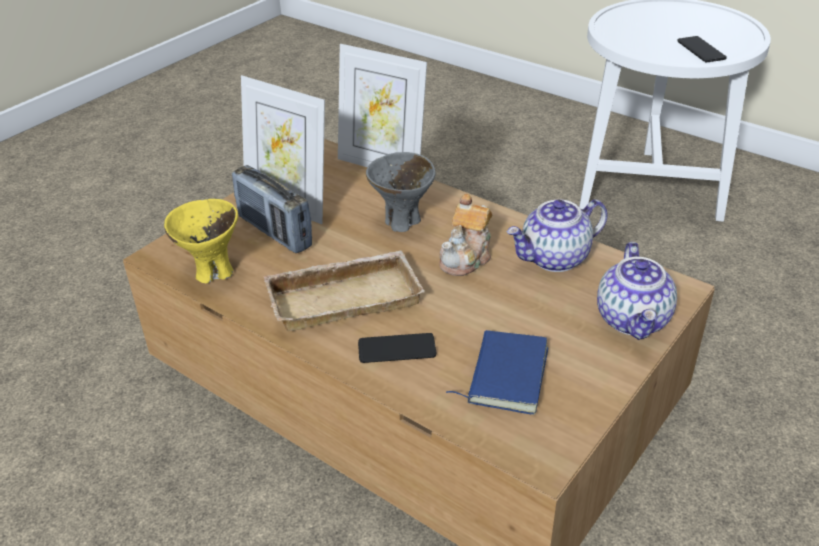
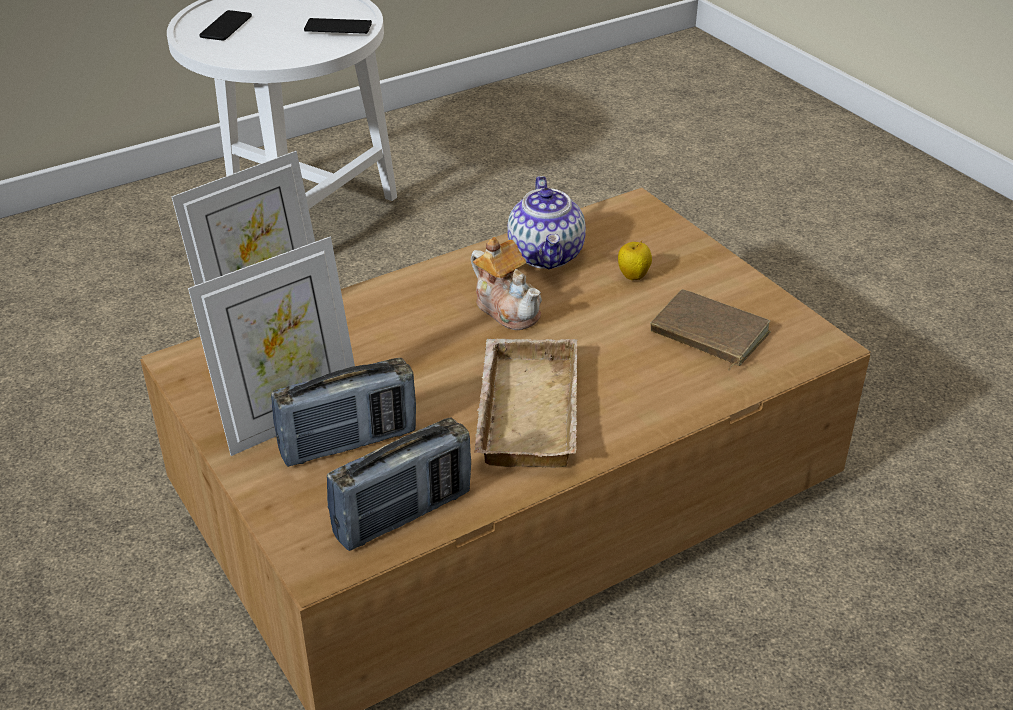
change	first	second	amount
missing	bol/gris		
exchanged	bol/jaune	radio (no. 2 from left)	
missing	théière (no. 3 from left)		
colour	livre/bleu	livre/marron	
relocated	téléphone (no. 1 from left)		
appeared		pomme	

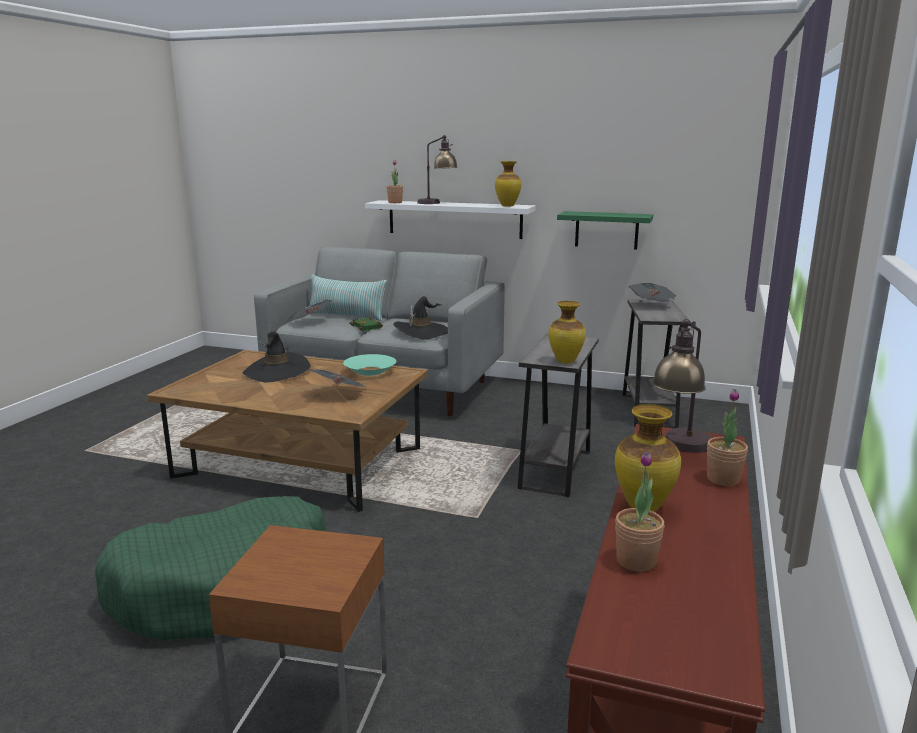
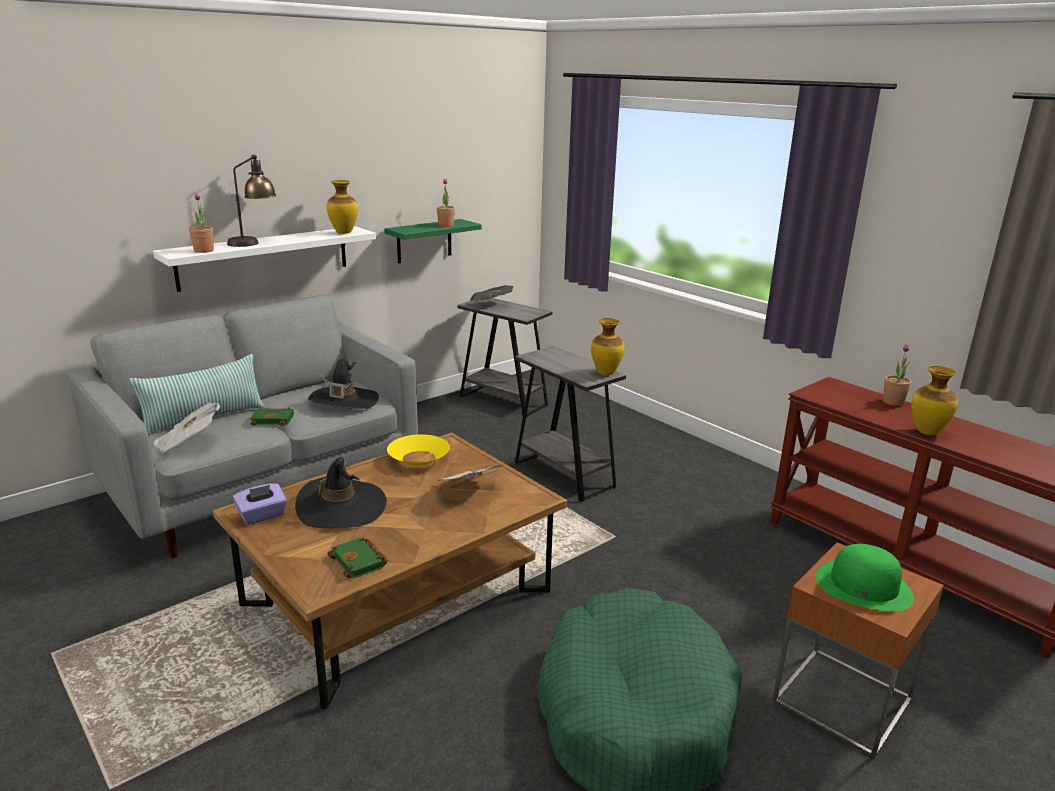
change	first	second	amount
missing	lampe de table (no. 2 from left)		
colour	bol/turquoise	bol/jaune	
relocated	plante en pot (no. 2 from left)		
appeared		boîte à mouchoirs/violet	
appeared		livre/vert (no. 2 from left)	
appeared		chapeau/vert	

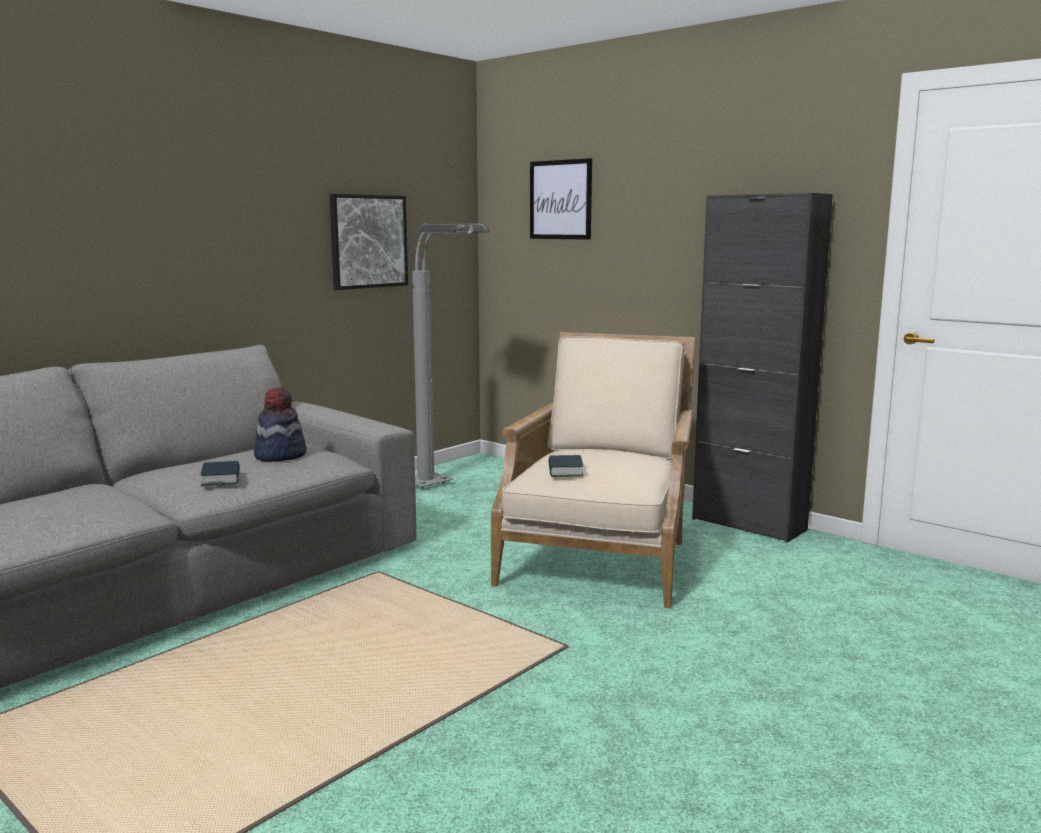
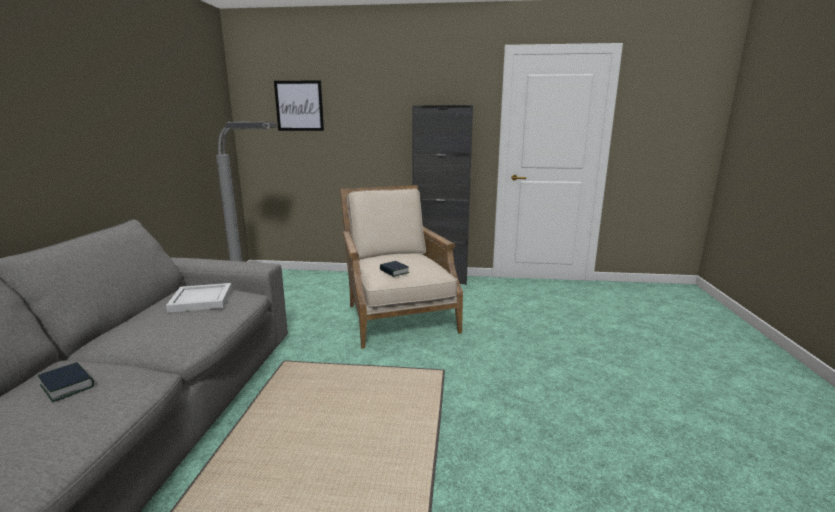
change	first	second	amount
missing	tableau (no. 1 from left)		
exchanged	chapeau	plateau/blanc	
relocated	livre (no. 1 from left)		

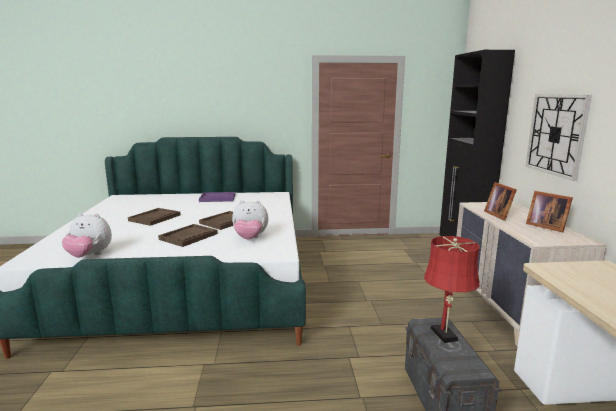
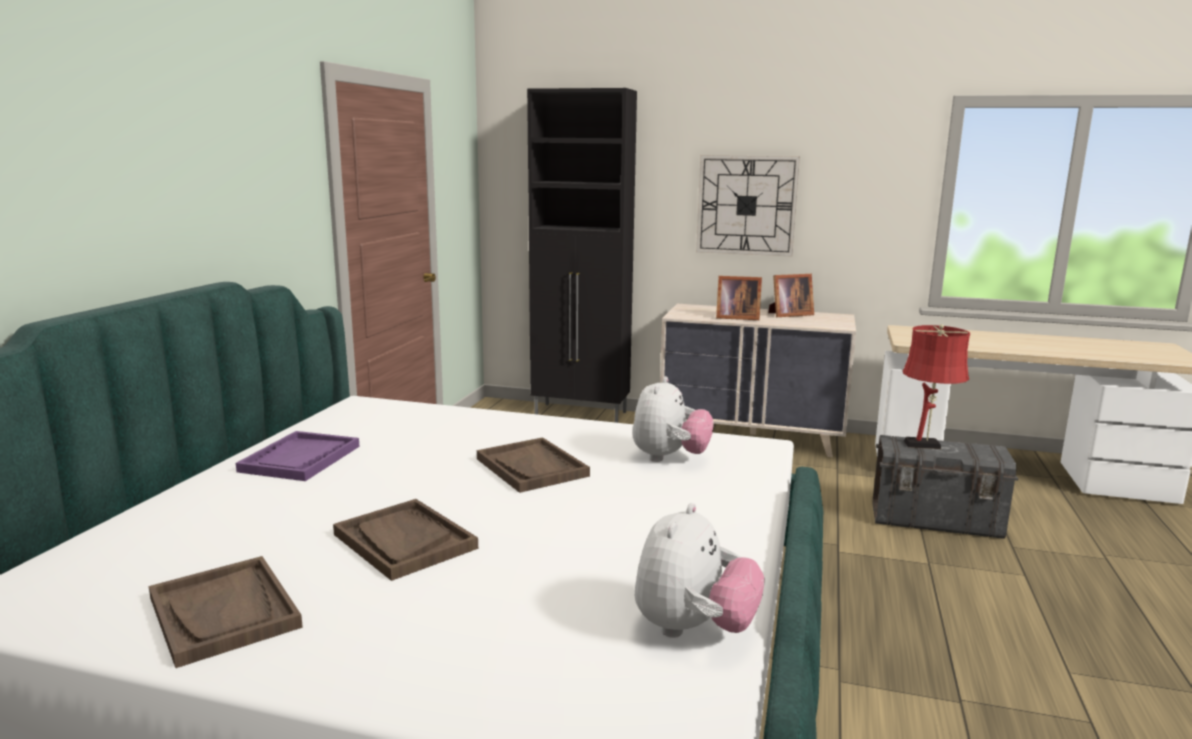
change	first	second	amount
relocated	plateau/marron (no. 2 from left in the first image)	plateau/marron (no. 1 from left)	

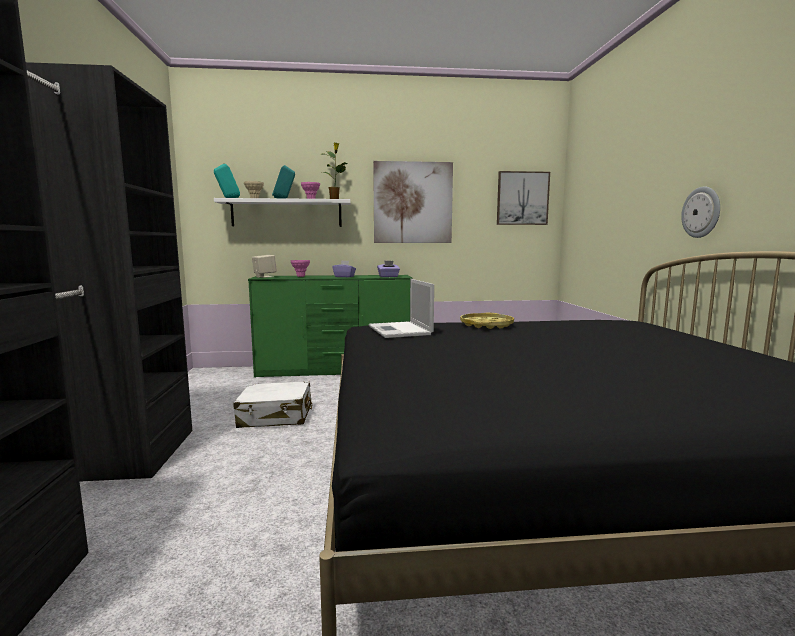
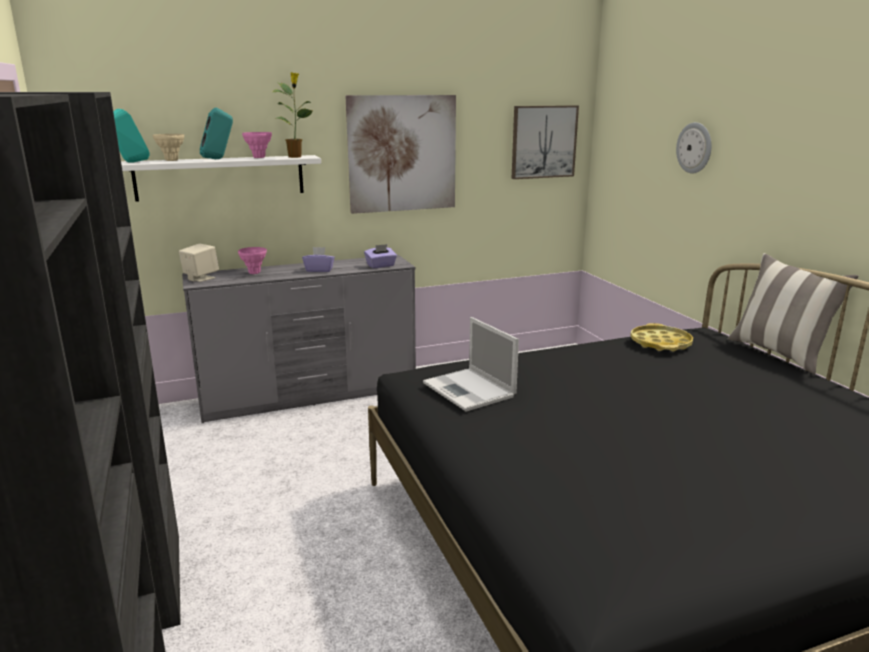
change	first	second	amount
relocated	horloge murale		
colour	commode/vert	commode/gris	
relocated	plateau/jaune		
missing	valise/blanc		
appeared		coussin	

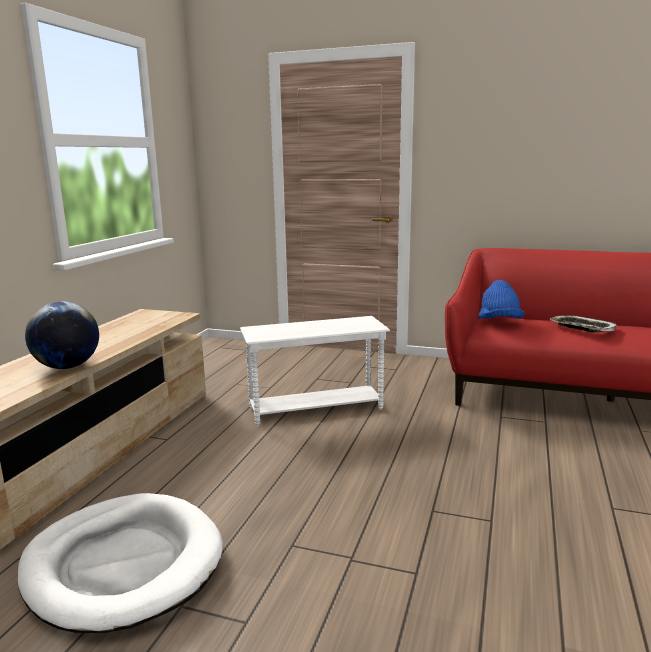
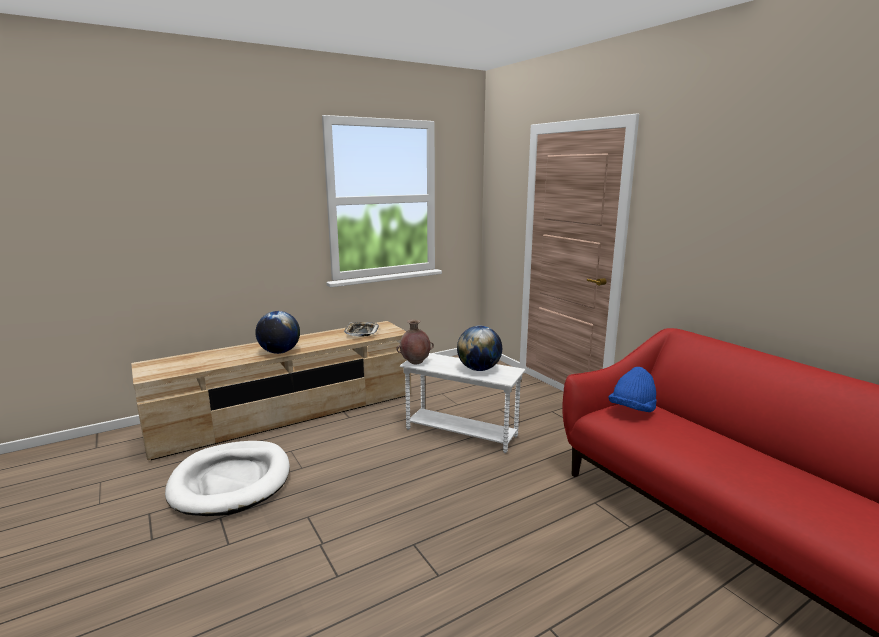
change	first	second	amount
relocated	plateau		
appeared		vase/marron	
appeared		globe (no. 2 from left)	

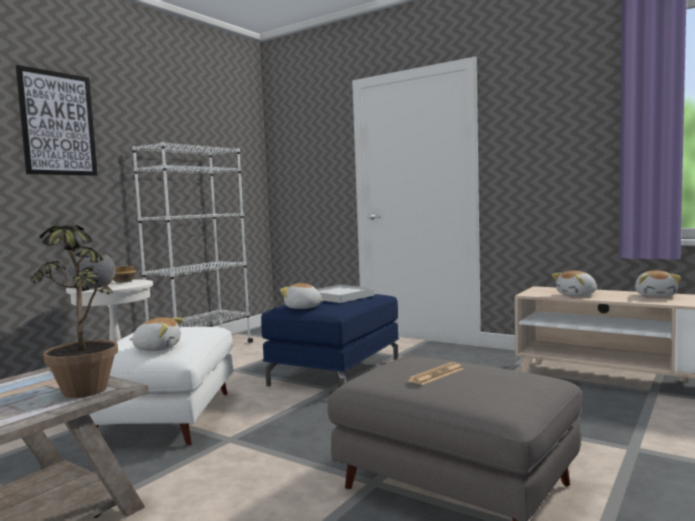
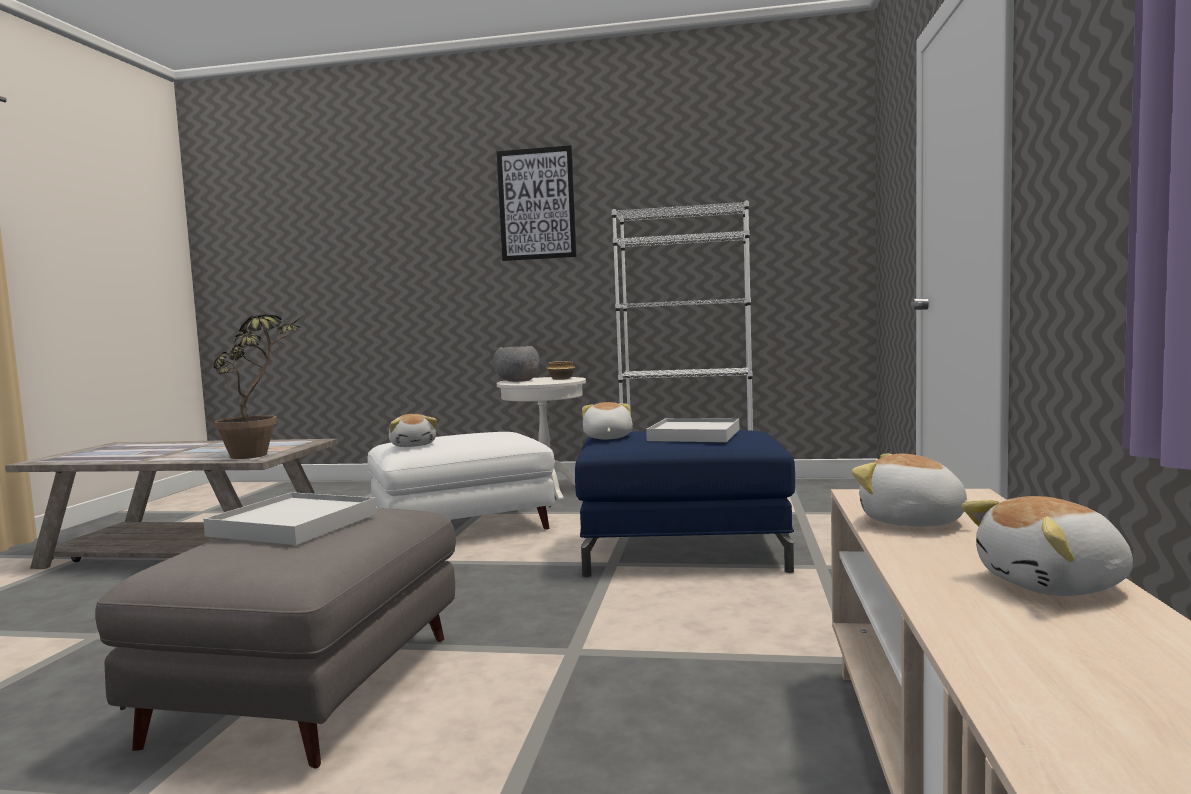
change	first	second	amount
exchanged	journal	plateau/blanc (no. 1 from left)	

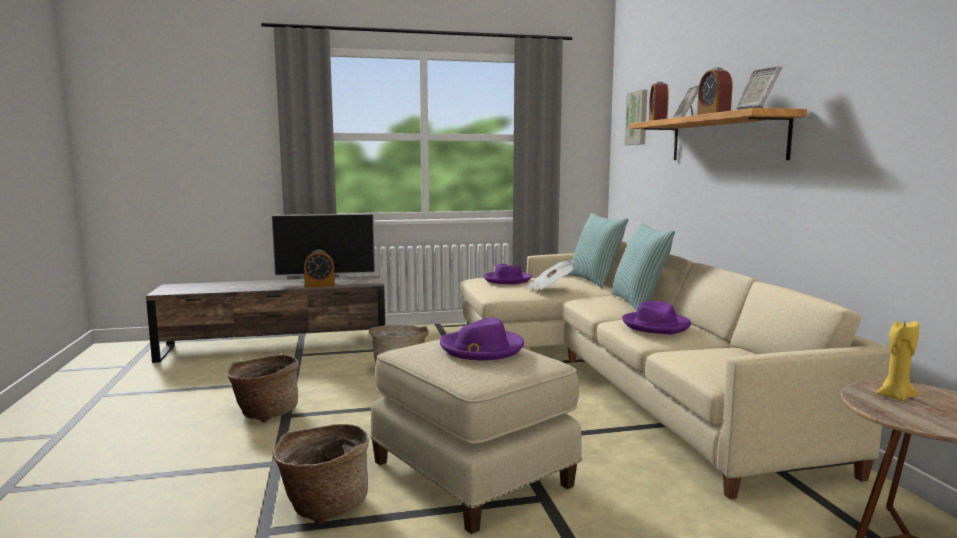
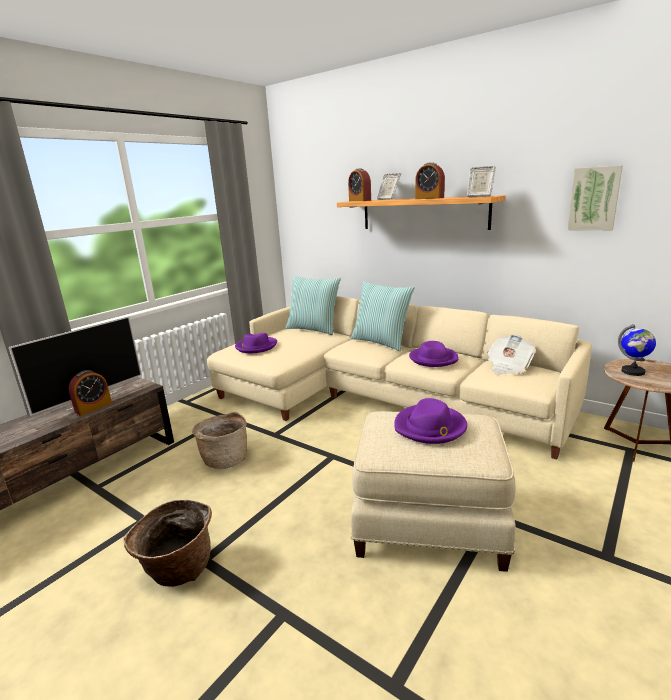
change	first	second	amount
relocated	tableau		
relocated	journal		
exchanged	bougie/jaune	globe	
missing	panier (no. 2 from left)		

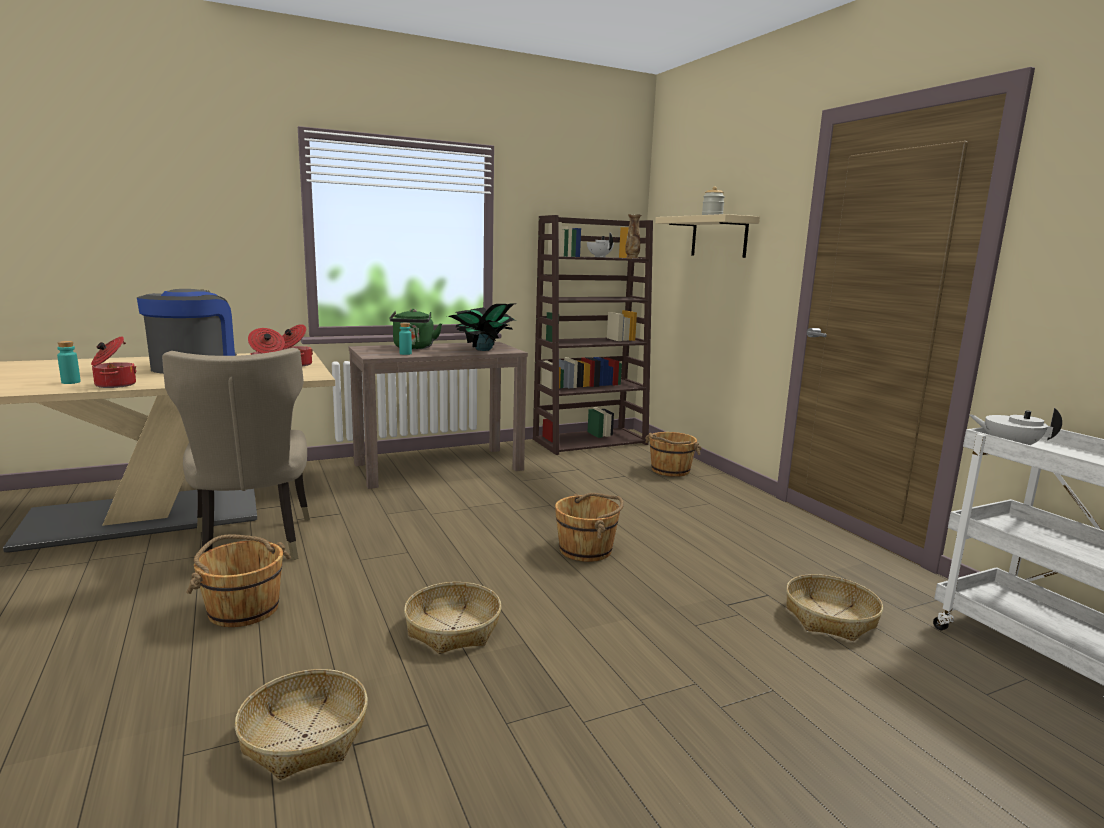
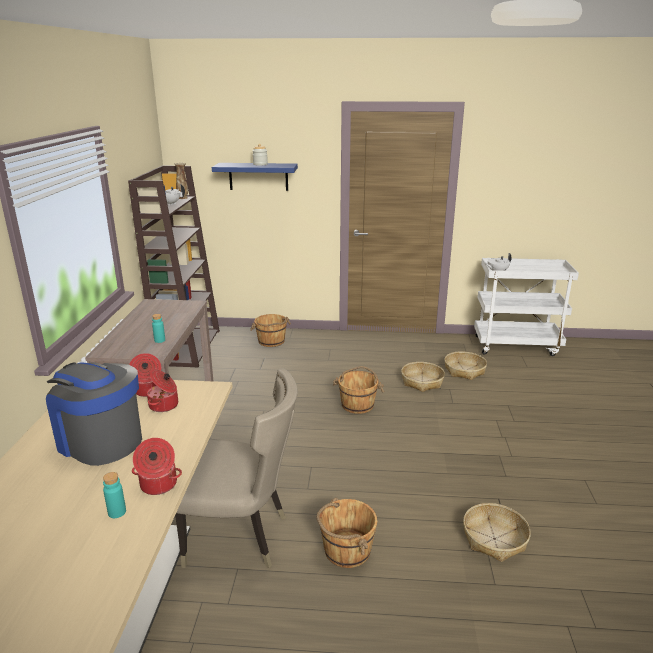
change	first	second	amount
colour	étagère/beige	étagère/bleu	
missing	plante en pot		
missing	bouilloire/vert		
relocated	panier (no. 2 from left in the first image)	panier (no. 1 from left)	

